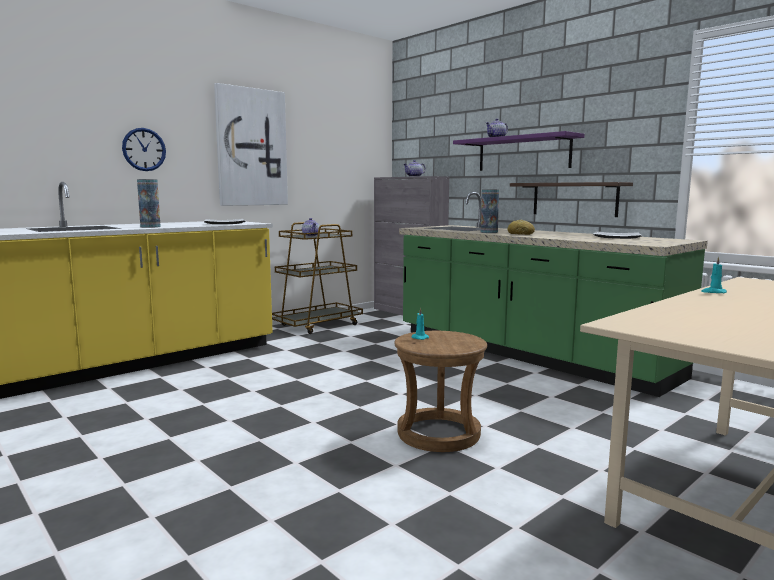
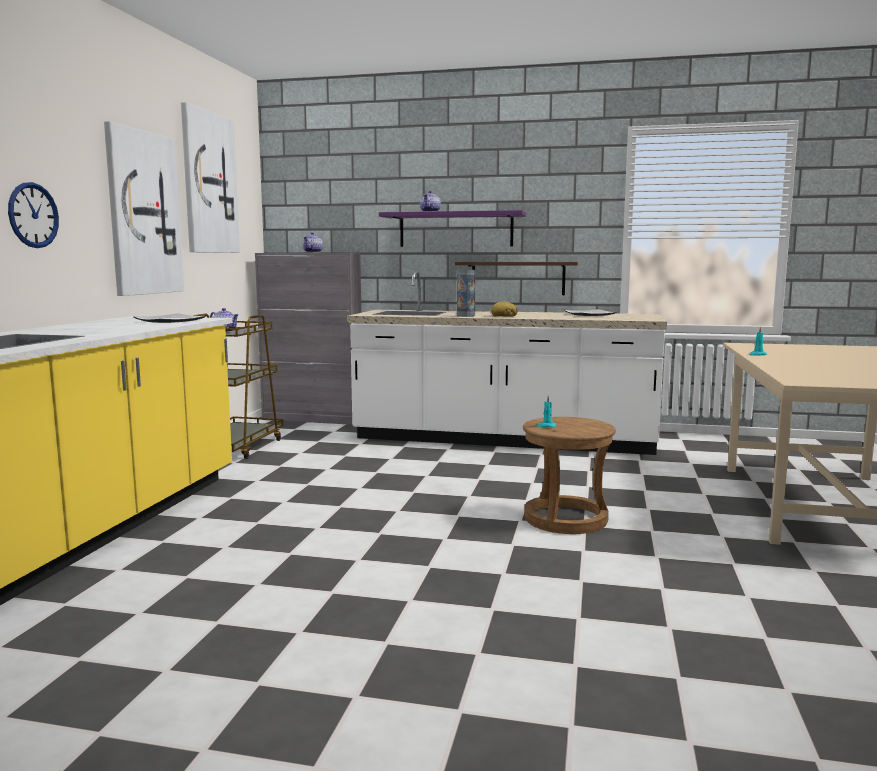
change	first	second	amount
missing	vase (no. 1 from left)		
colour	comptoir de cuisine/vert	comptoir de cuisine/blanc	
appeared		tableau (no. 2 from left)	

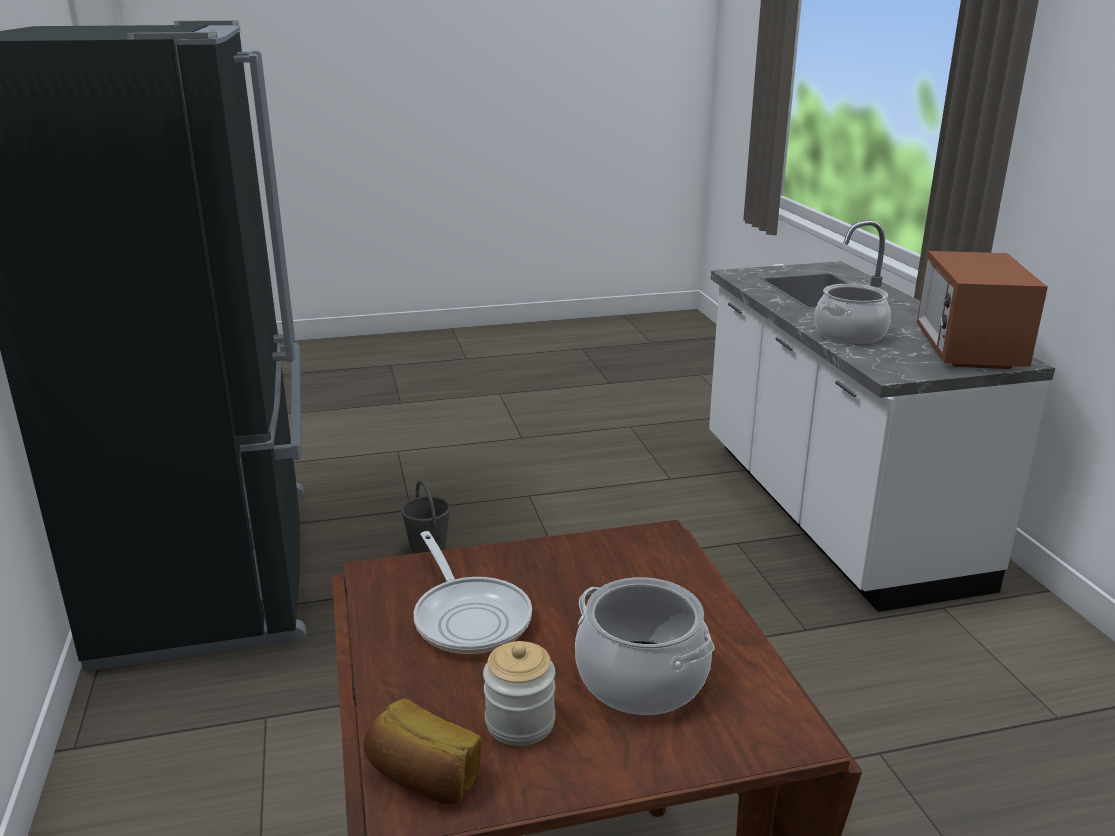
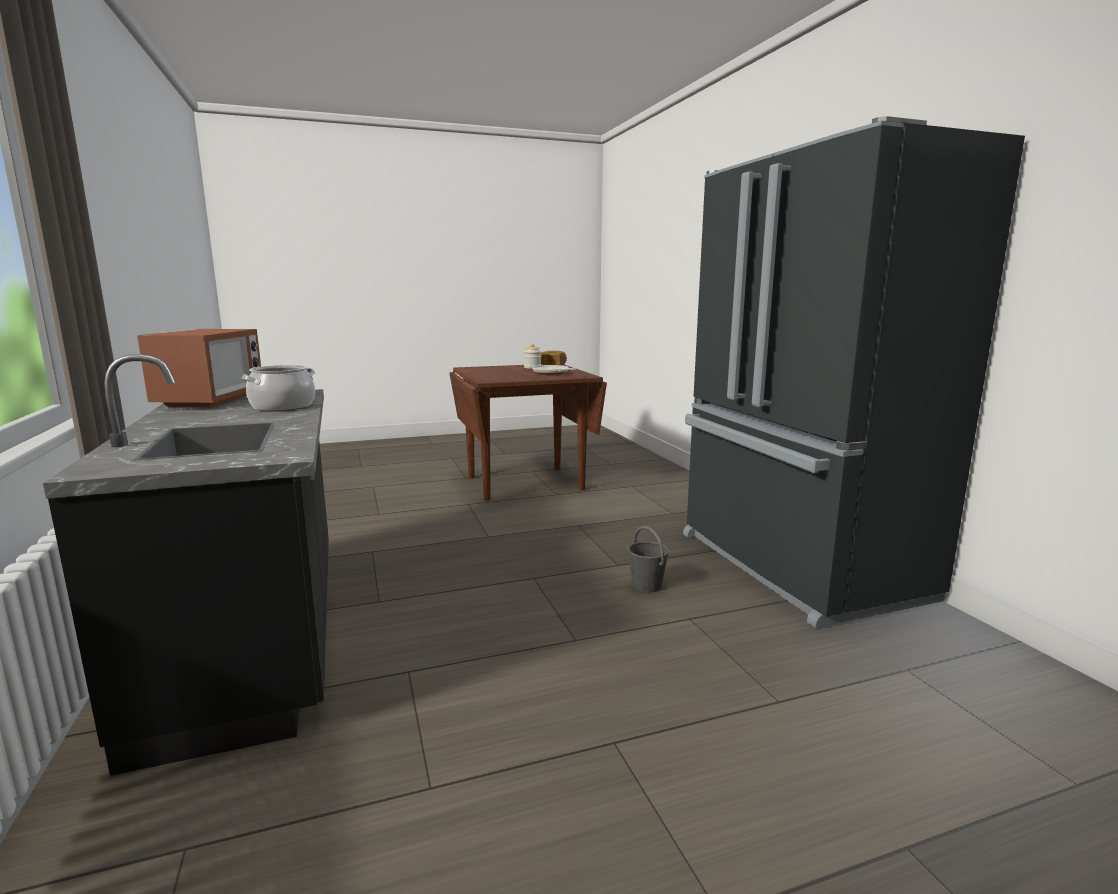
change	first	second	amount
colour	comptoir de cuisine/blanc	comptoir de cuisine/noir	
missing	marmite (no. 1 from left)		

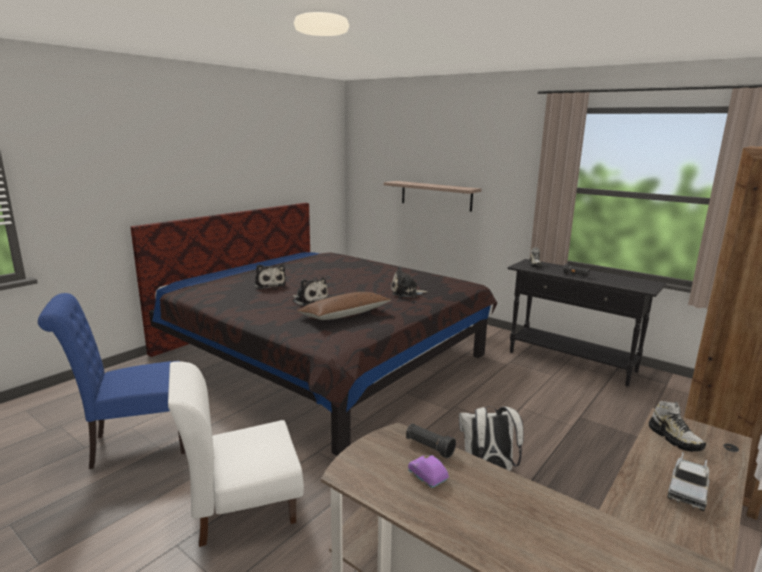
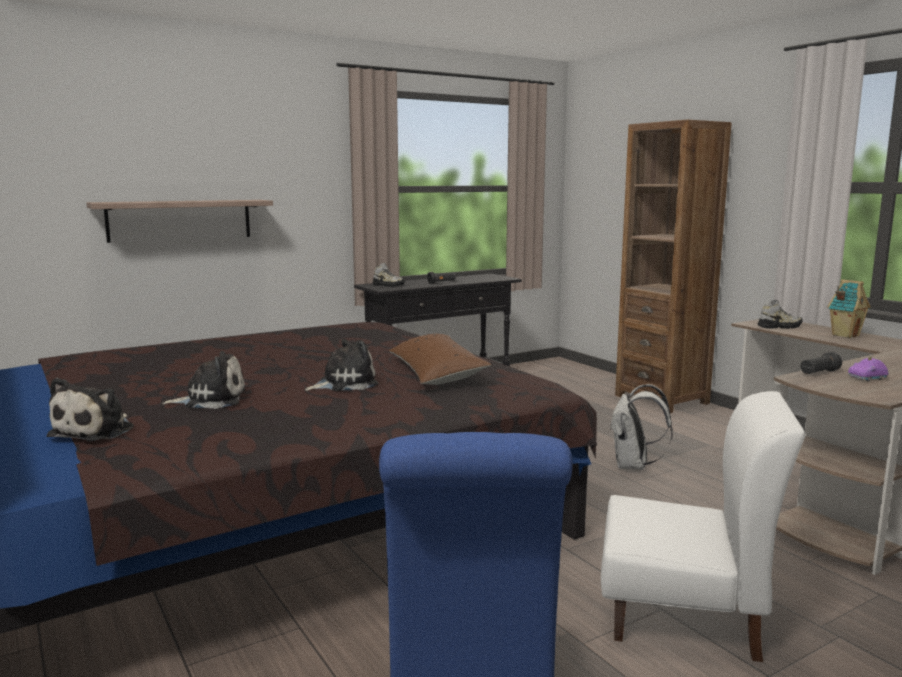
change	first	second	amount
relocated	peluche (no. 3 from left in the first image)	peluche (no. 1 from left)	
spun	chaise/blanc		75 degrees counterclockwise
exchanged	camion jouet	maison miniature	

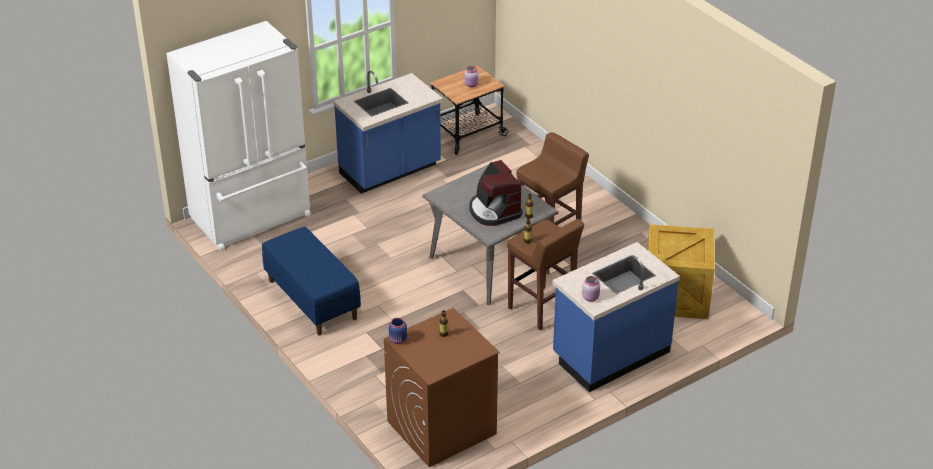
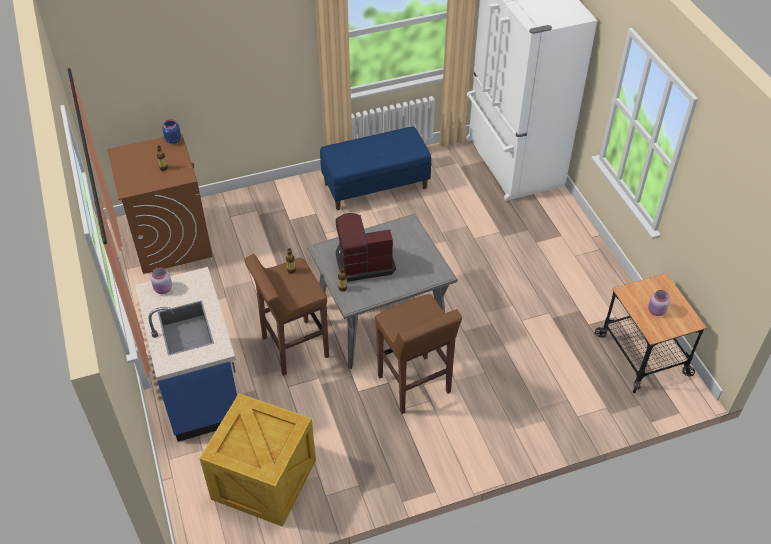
change	first	second	amount
missing	comptoir de cuisine/bleu (no. 1 from left)		

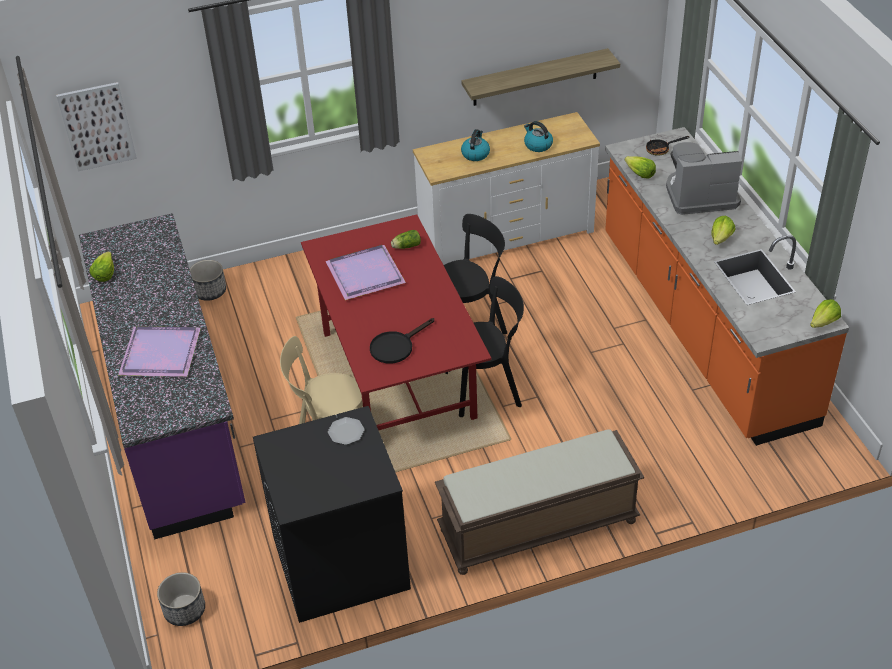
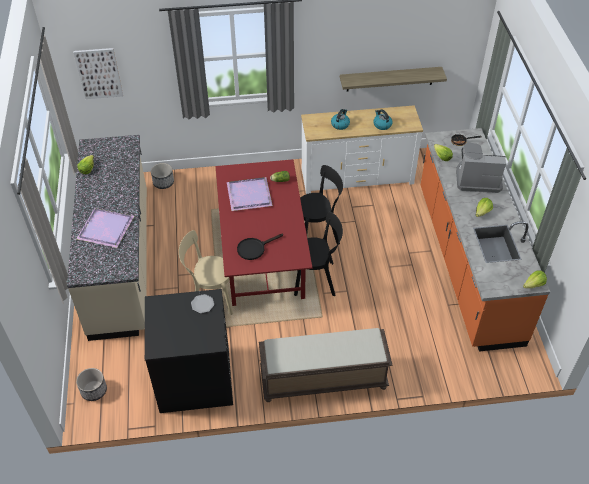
change	first	second	amount
colour	comptoir de cuisine/violet	comptoir de cuisine/beige	

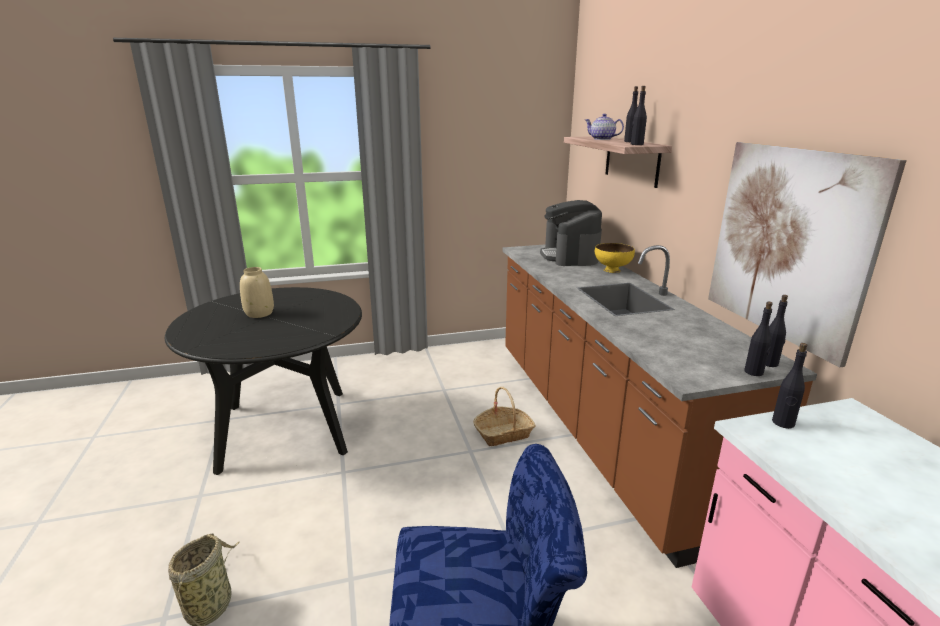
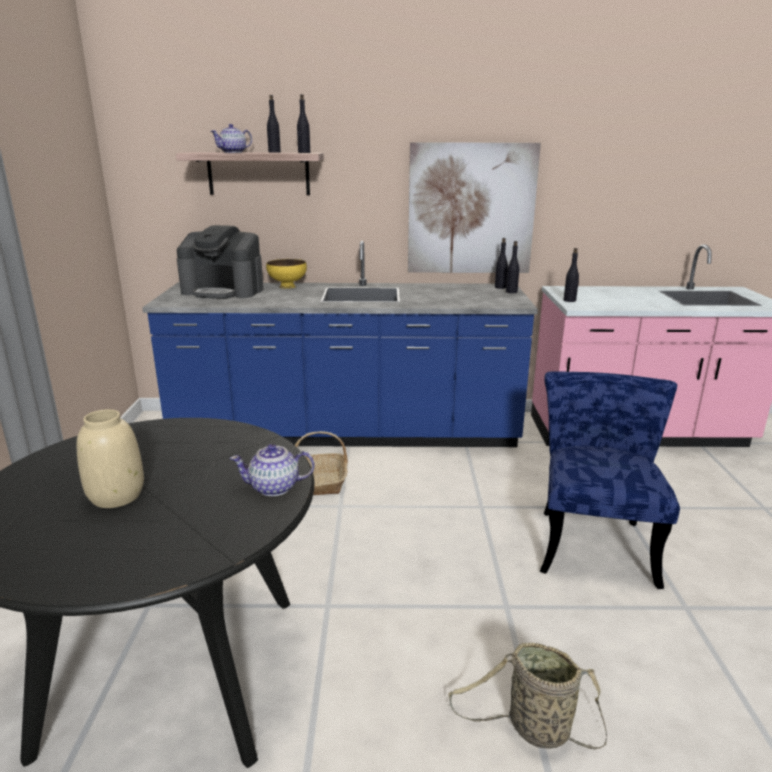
change	first	second	amount
colour	comptoir de cuisine/marron	comptoir de cuisine/bleu	
appeared		théière (no. 2 from left)	

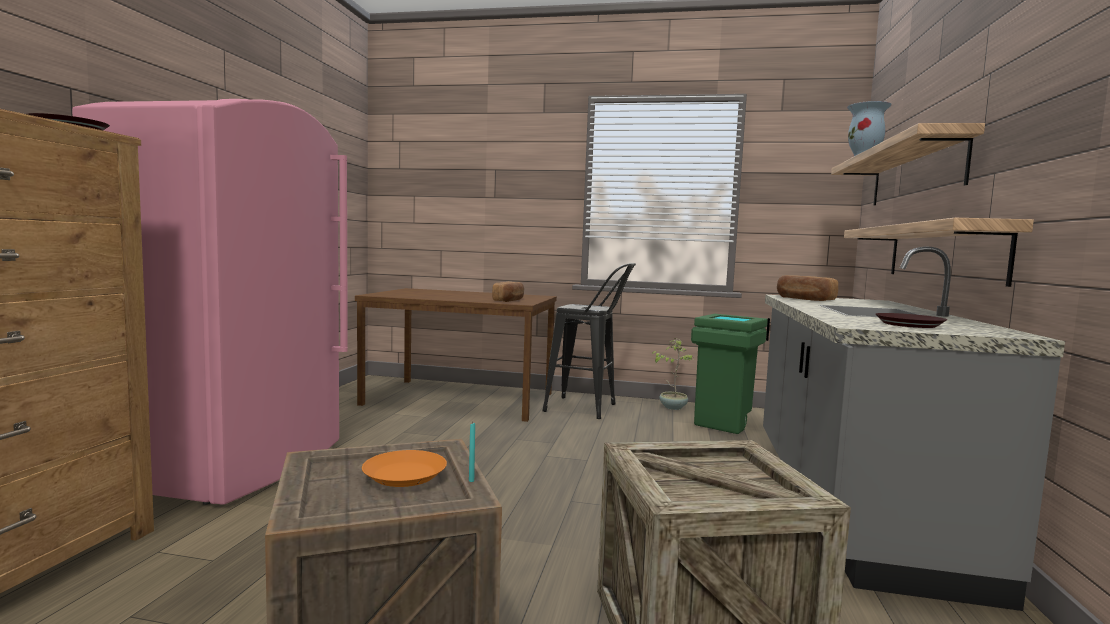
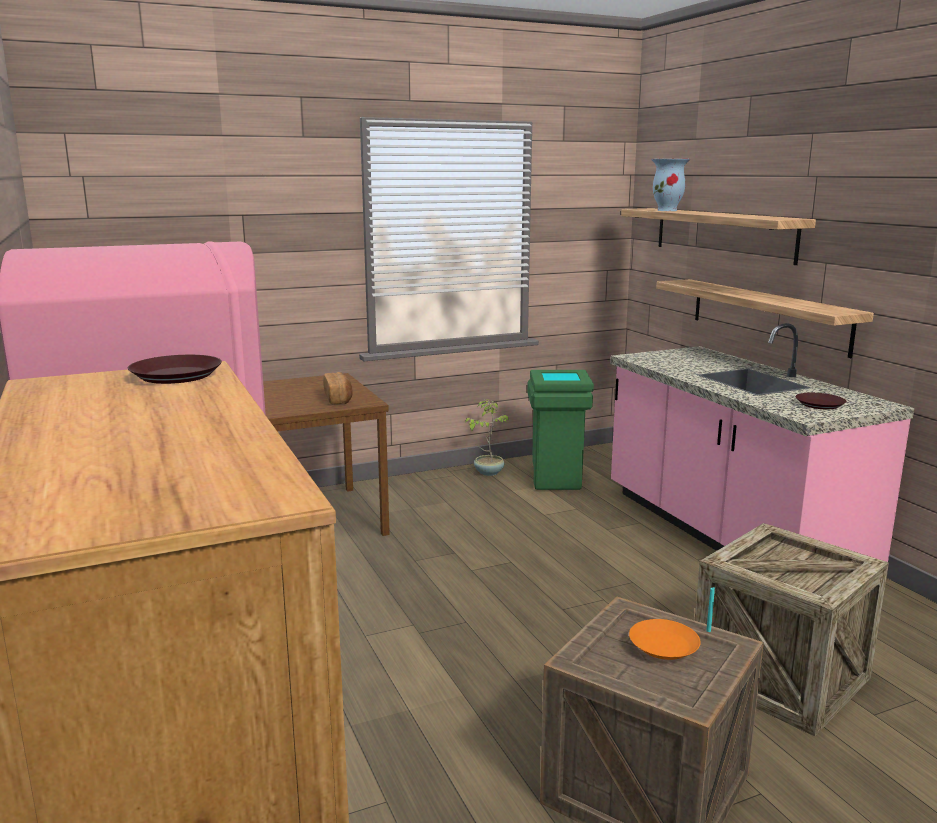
change	first	second	amount
colour	comptoir de cuisine/gris	comptoir de cuisine/rose	
missing	tabouret/noir		
missing	pain (no. 2 from left)		

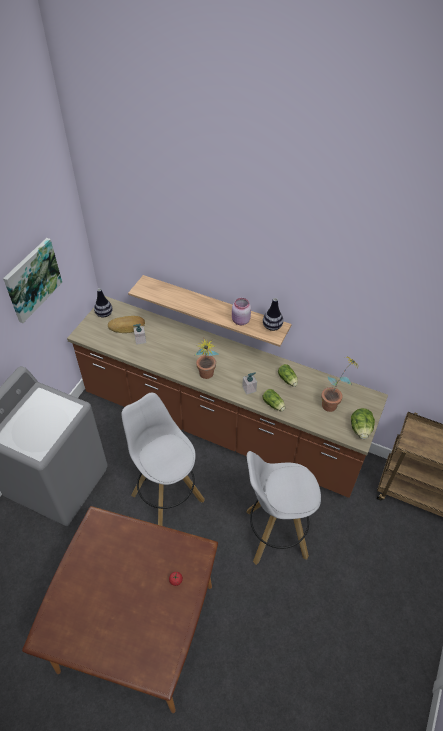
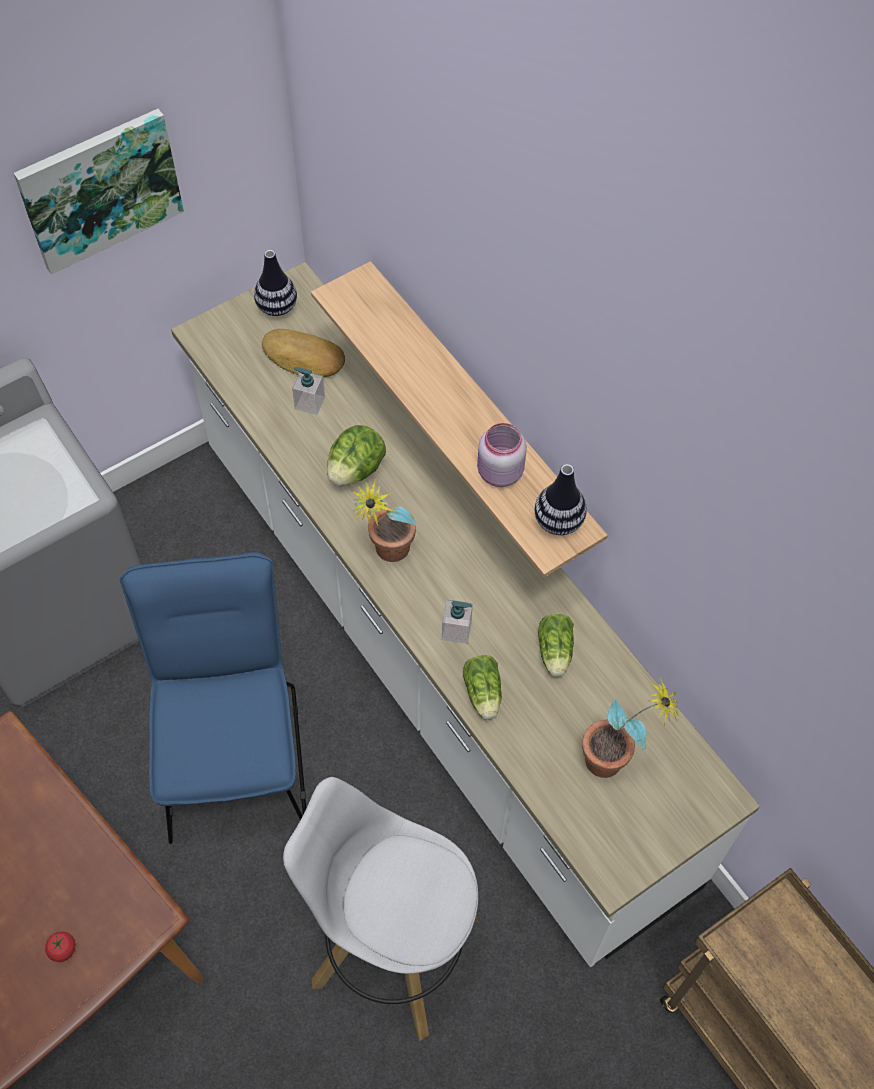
change	first	second	amount
colour	comptoir de cuisine/marron	comptoir de cuisine/blanc	
exchanged	tabouret/blanc (no. 1 from left)	chaise/bleu	
relocated	laitue (no. 3 from left in the first image)	laitue (no. 1 from left)	

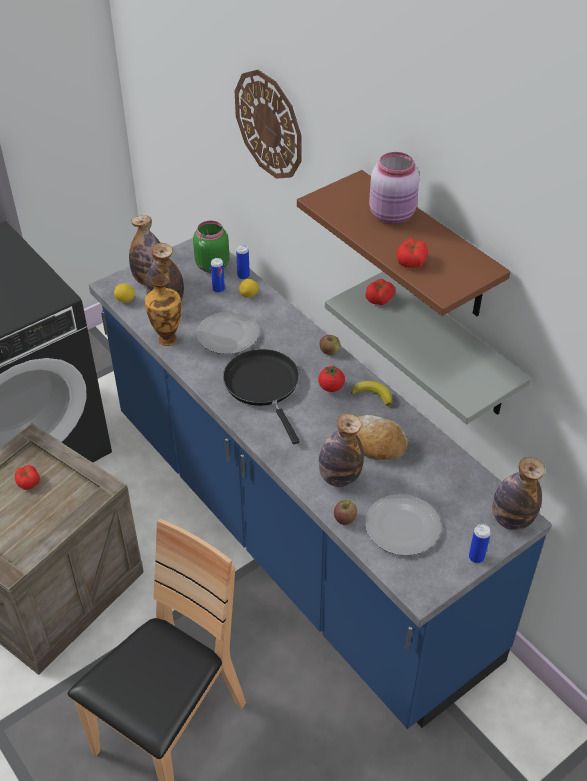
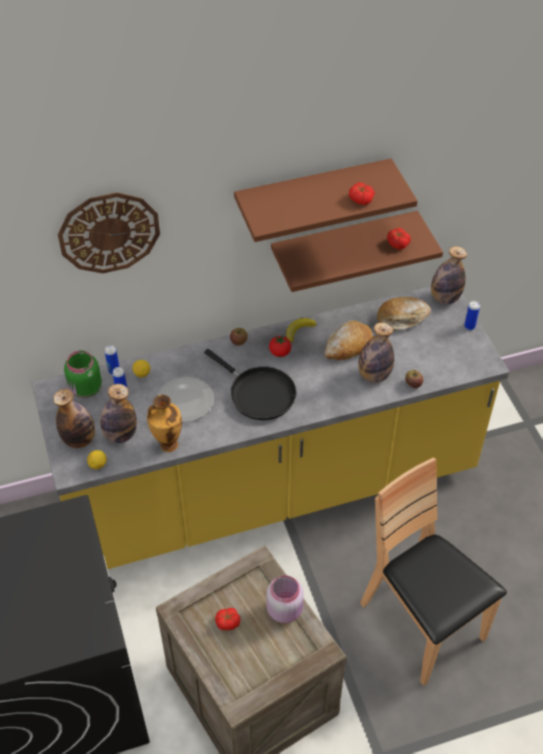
change	first	second	amount
relocated	bocal/rose		
colour	comptoir de cuisine/bleu	comptoir de cuisine/jaune	
colour	étagère/gris	étagère/marron (no. 2 from left)	
relocated	tomate (no. 3 from left in the first image)	tomate (no. 4 from left)	
spun	poêle/noir		135 degrees counterclockwise
missing	assiette (no. 2 from left)		
appeared		pain (no. 2 from left)	

